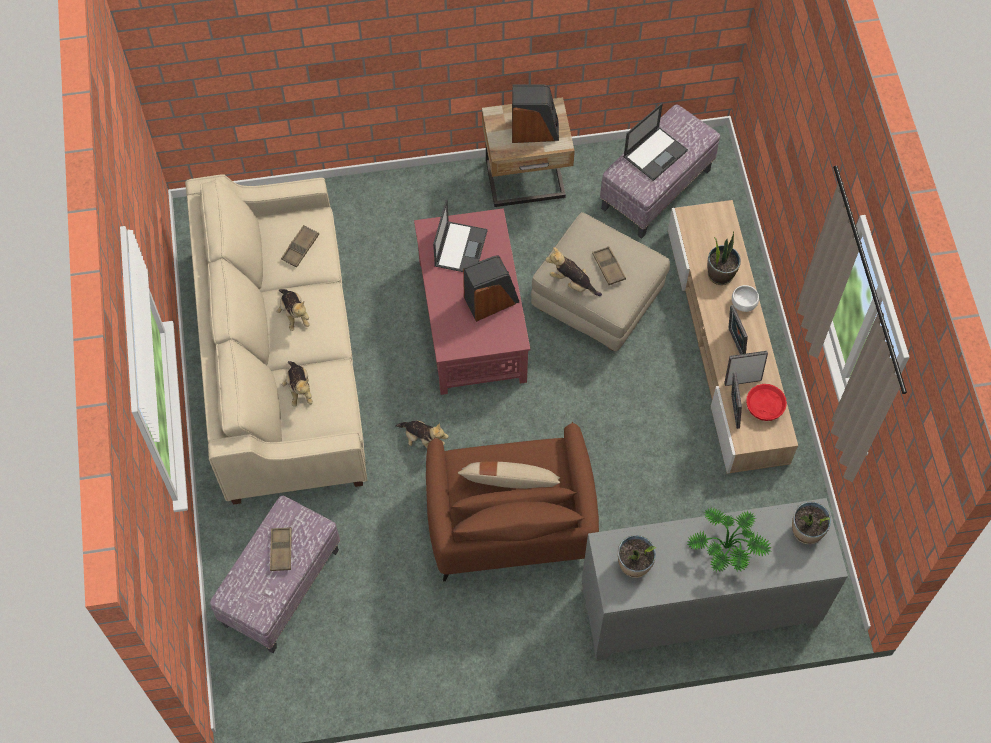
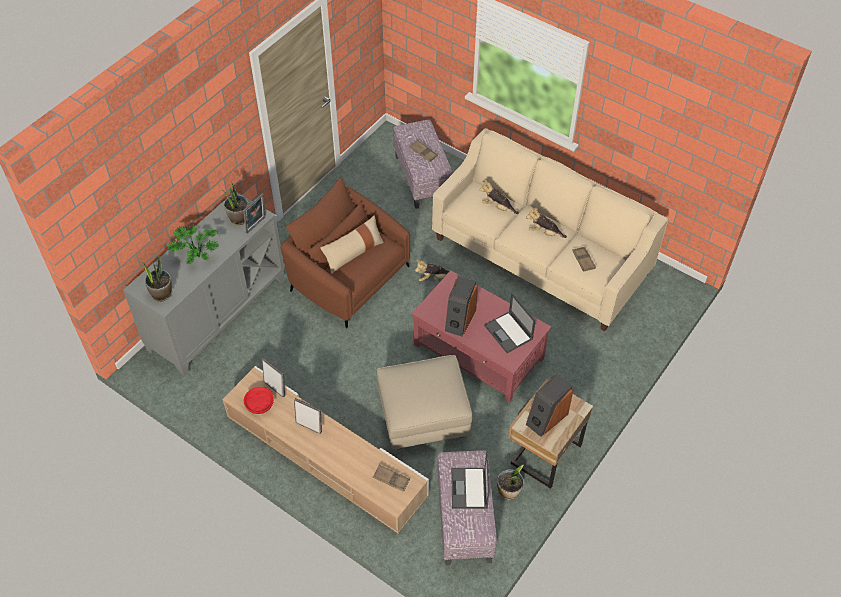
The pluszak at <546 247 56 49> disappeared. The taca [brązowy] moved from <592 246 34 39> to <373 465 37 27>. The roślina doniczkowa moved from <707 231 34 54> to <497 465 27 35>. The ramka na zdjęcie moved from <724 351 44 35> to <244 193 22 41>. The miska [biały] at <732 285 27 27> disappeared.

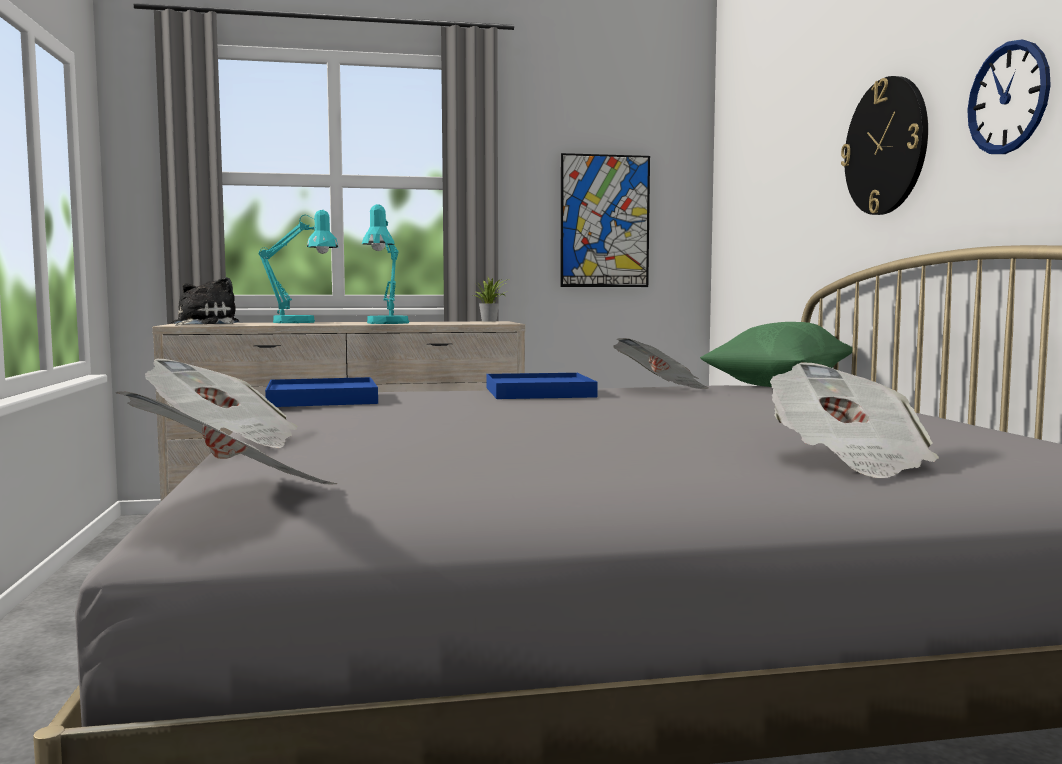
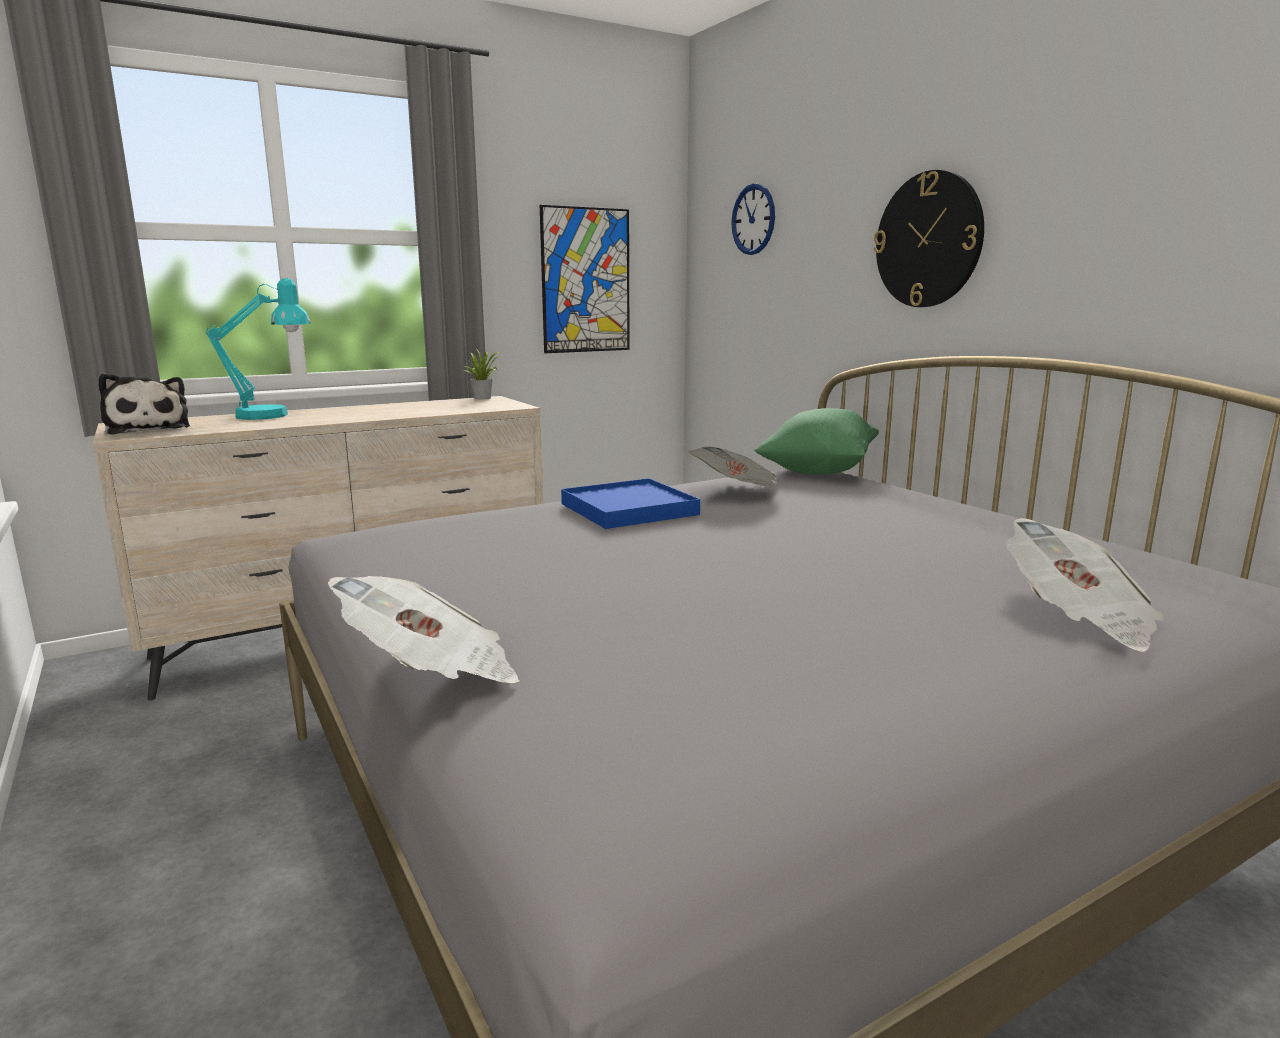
The gazeta at <116 392 222 92> disappeared. The pluszak at <171 277 68 48> turned 150 degrees clockwise. The taca [niebieski] at <265 377 113 30> disappeared. The lampa stołowa [turkusowy] at <362 204 47 120> disappeared. The zegar ścienny moved from <967 40 84 114> to <731 184 44 71>.

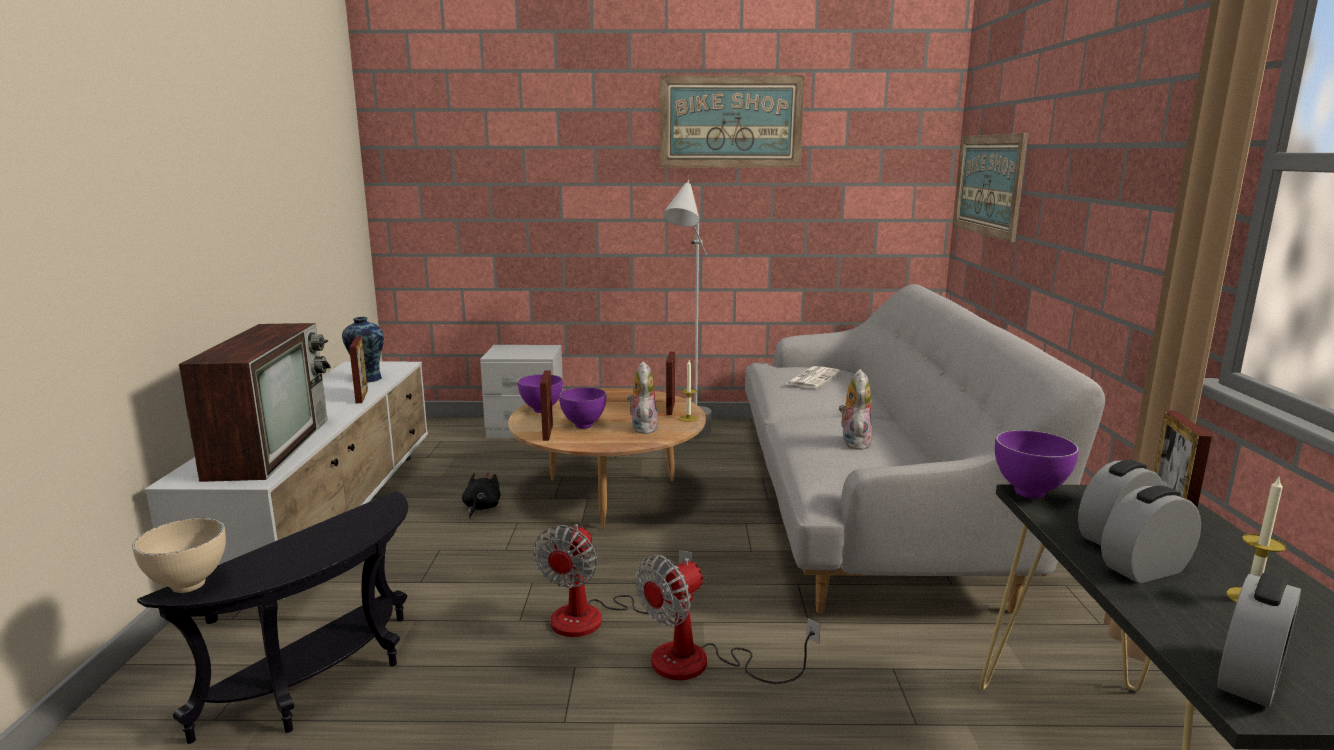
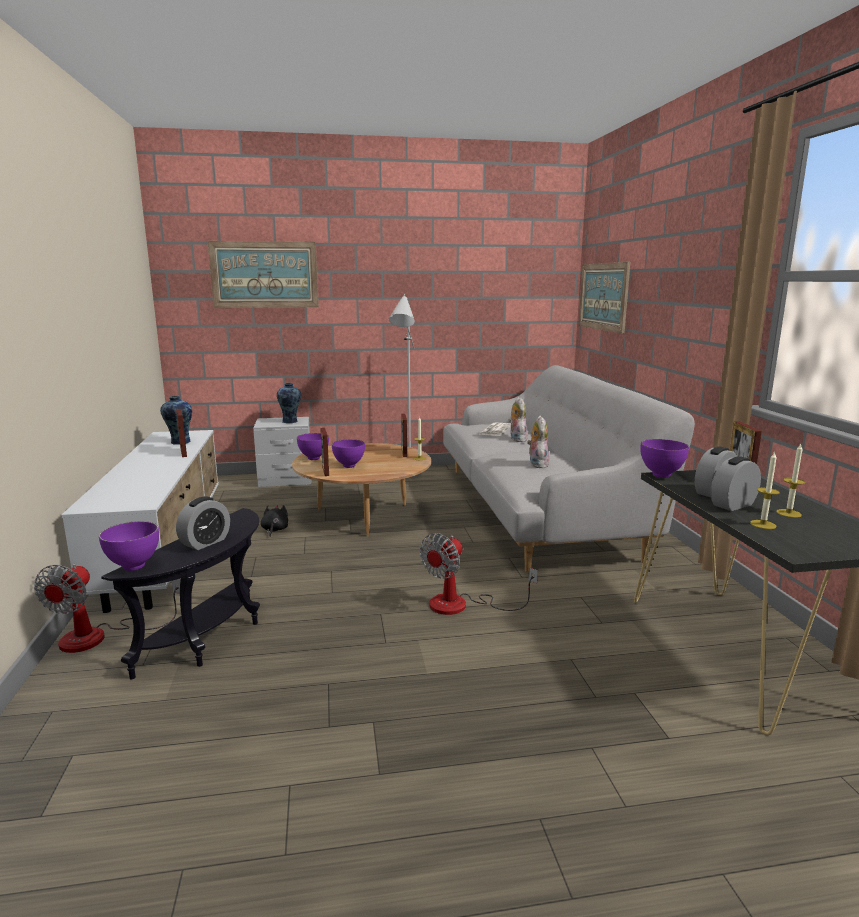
The miska [beżowy] at <132 518 94 75> became the miska [fioletowy] at <99 521 60 50>. The telewizor at <179 323 152 159> disappeared. The wentylator moved from <534 524 158 113> to <34 564 147 89>. The pluszak moved from <627 361 31 73> to <509 397 19 45>. The obraz moved from <660 75 145 93> to <208 241 111 67>. The budzik moved from <1217 573 84 135> to <176 496 54 54>. The wazon at <277 383 24 40> appeared. The świeca at <750 451 30 78> appeared.

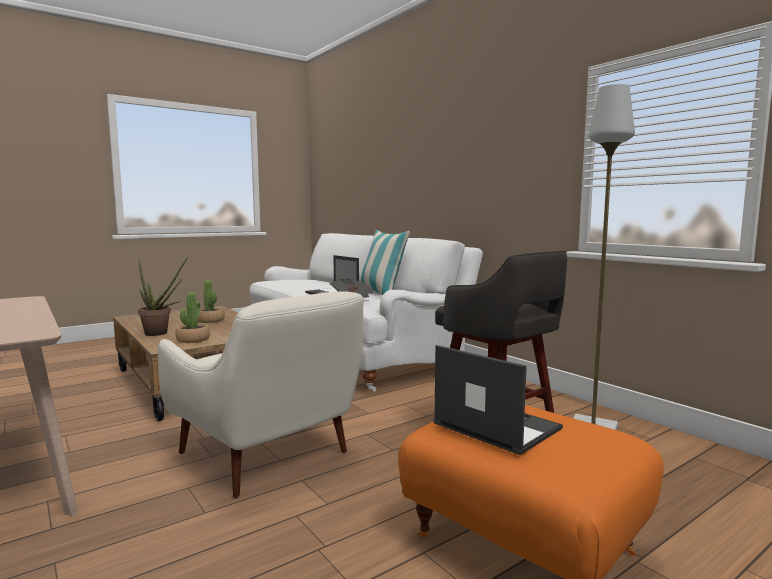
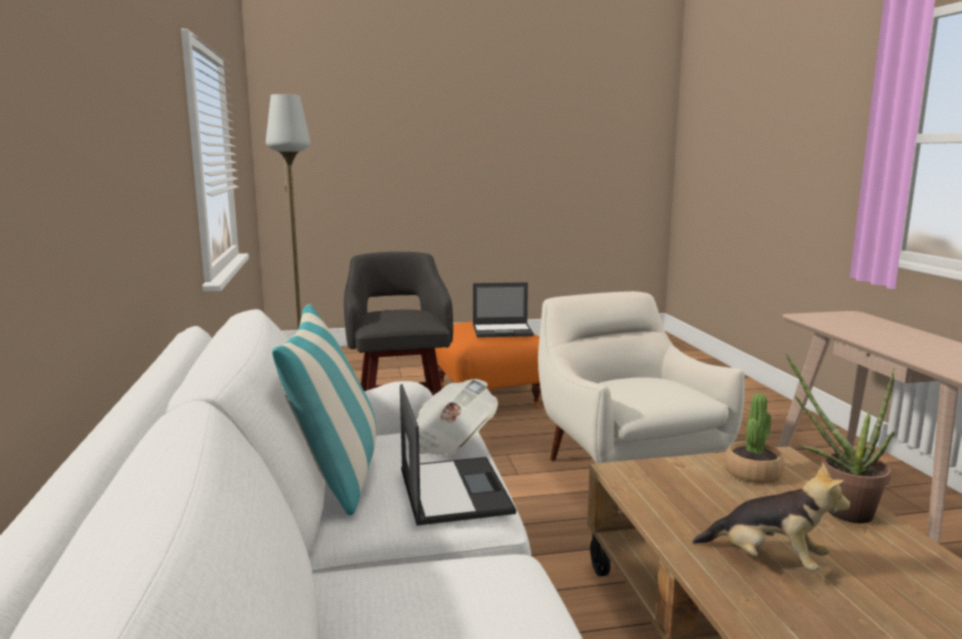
The roślina doniczkowa at <198 280 27 43> was replaced by the pluszak at <693 463 158 108>. The laptop at <434 345 129 110> turned 75 degrees counterclockwise.

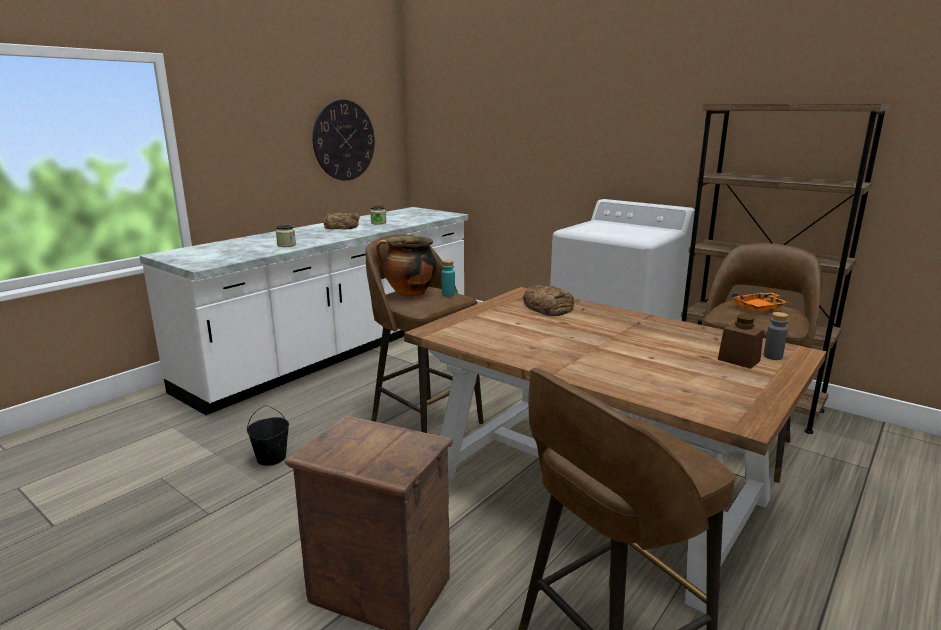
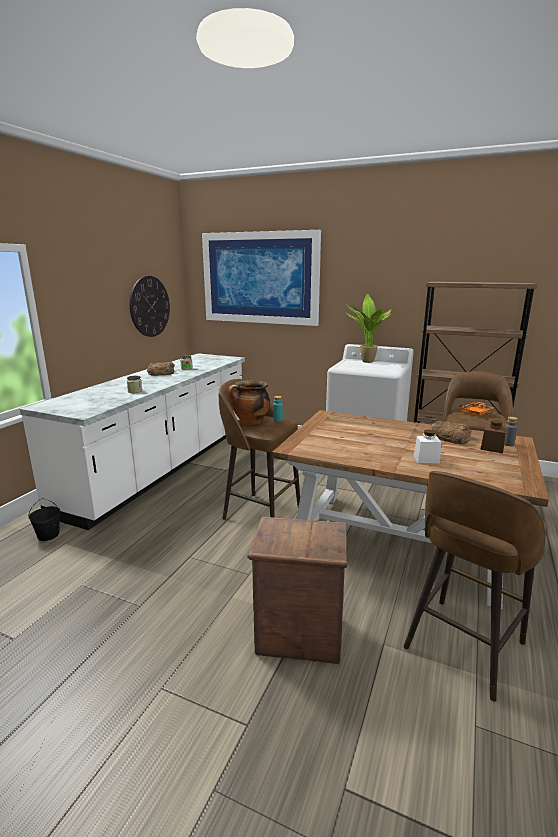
The wiadro [czarny] moved from <247 405 42 61> to <28 498 32 43>. The chleb moved from <523 284 51 32> to <431 421 40 24>. The obraz at <202 230 119 96> appeared. The roślina doniczkowa at <346 294 45 69> appeared. The słoik [biały] at <414 429 27 34> appeared.

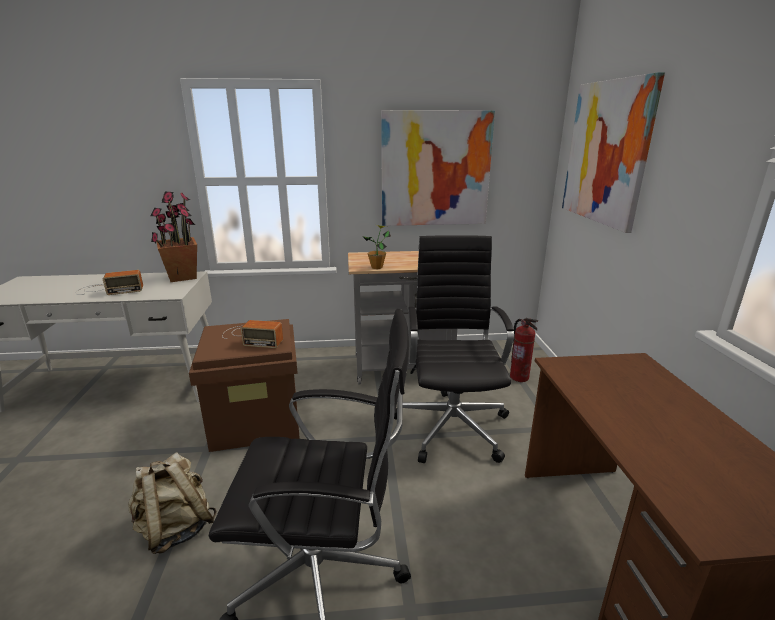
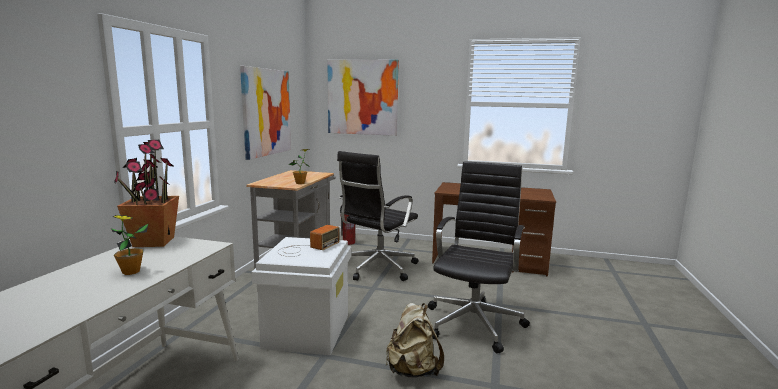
The radio at <76 270 67 25> was replaced by the roślina doniczkowa at <111 215 38 60>. The pojemnik do przechowywania [brązowy] at <189 319 111 133> became the pojemnik do przechowywania [biały] at <251 237 100 118>. The krzesło biurowe [czarny] at <394 235 120 228> turned 75 degrees counterclockwise.

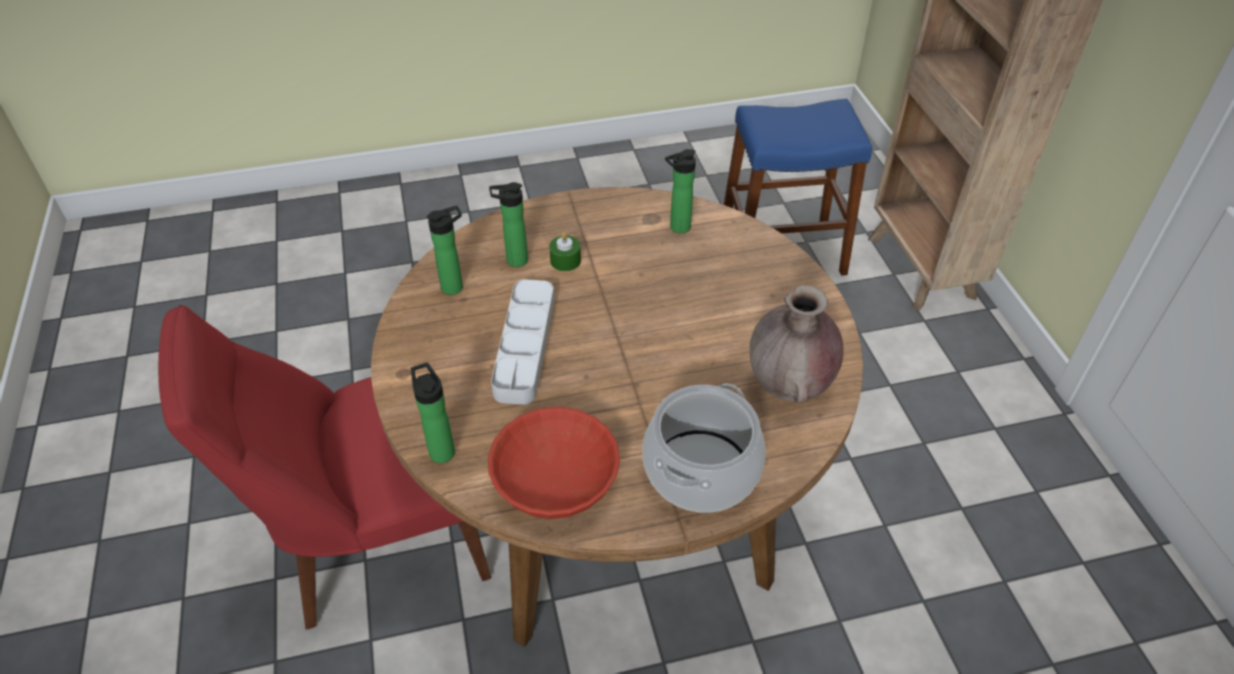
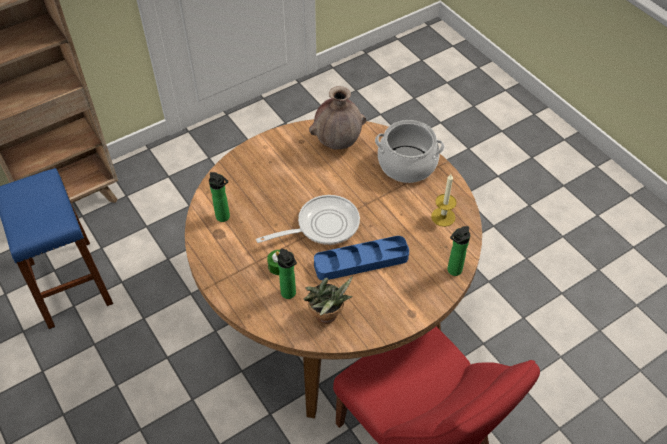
The butelka at <427 206 36 89> was replaced by the roślina doniczkowa at <304 276 49 48>. The miska [czerwony] at <488 407 132 112> was replaced by the świeca at <431 174 26 53>. The taca [szary] at <491 279 63 126> became the taca [niebieski] at <314 236 95 44>. The patelnia at <256 195 104 50> appeared.

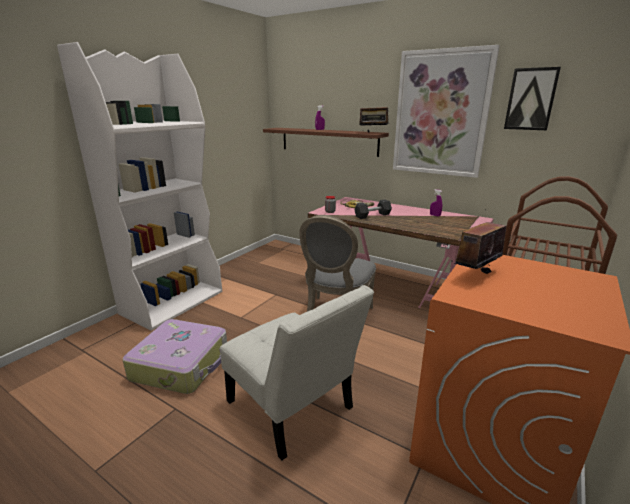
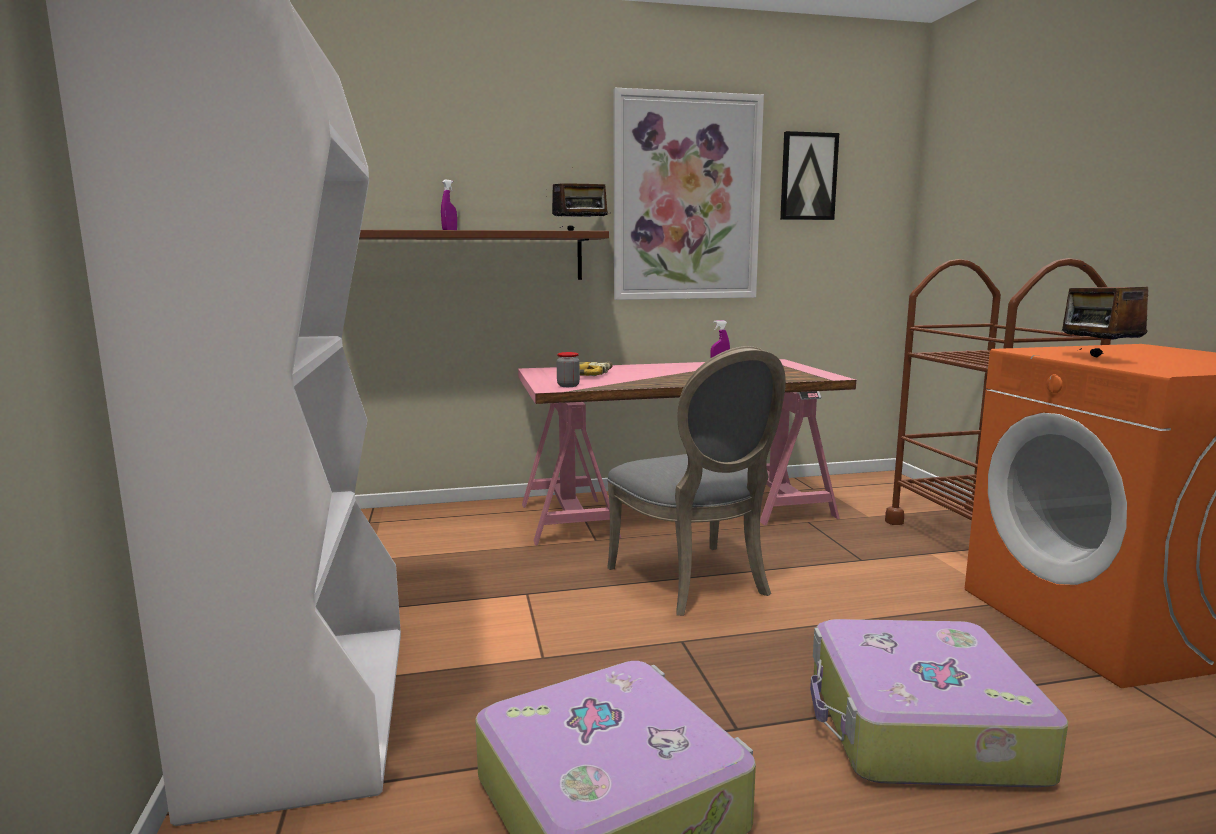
The krzesło [biały] at <220 285 154 175> was replaced by the walizka at <810 619 258 169>. The hantel [szary] at <354 199 38 20> disappeared.

